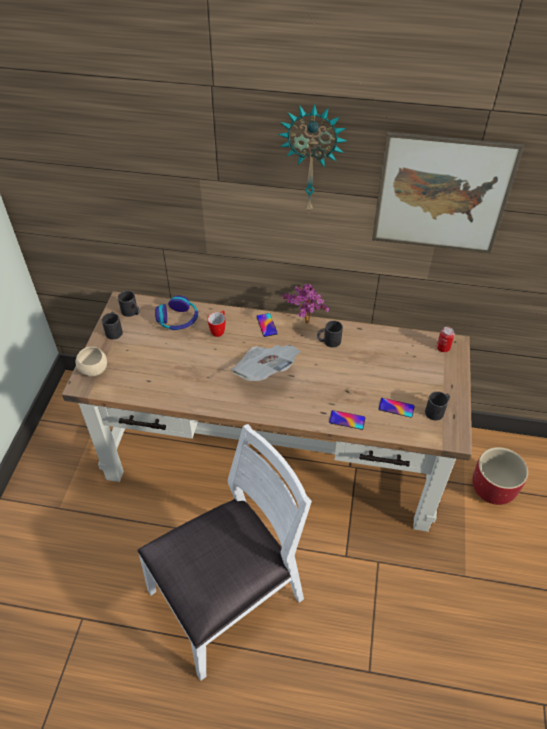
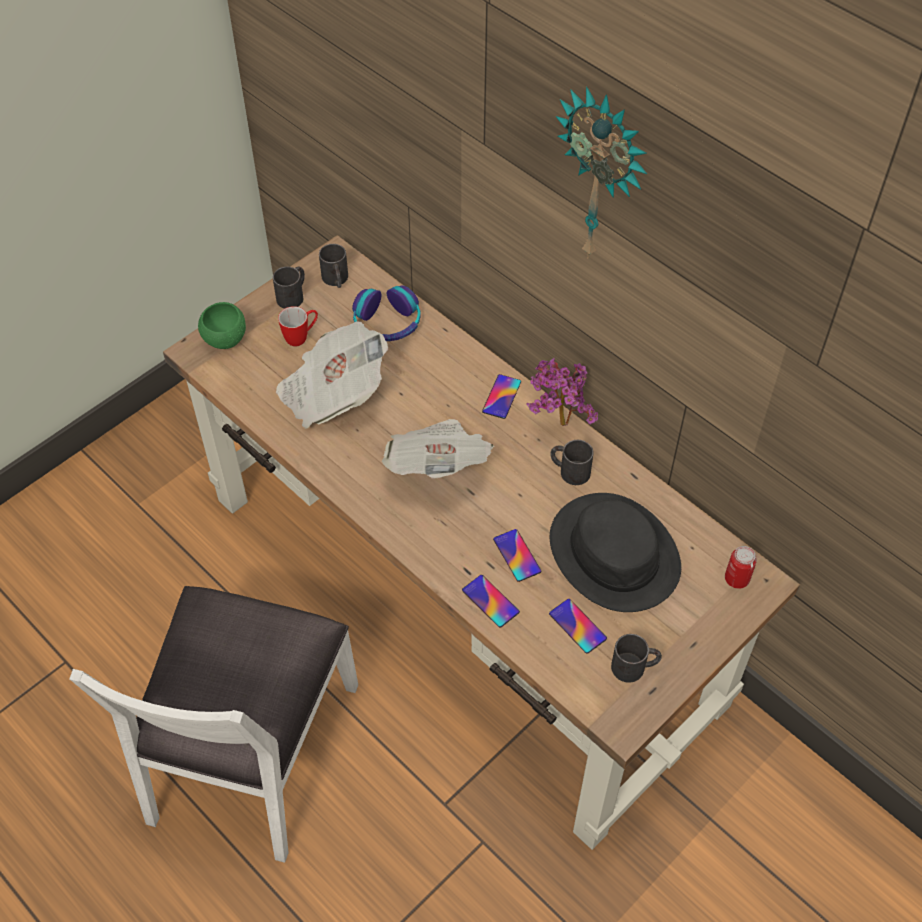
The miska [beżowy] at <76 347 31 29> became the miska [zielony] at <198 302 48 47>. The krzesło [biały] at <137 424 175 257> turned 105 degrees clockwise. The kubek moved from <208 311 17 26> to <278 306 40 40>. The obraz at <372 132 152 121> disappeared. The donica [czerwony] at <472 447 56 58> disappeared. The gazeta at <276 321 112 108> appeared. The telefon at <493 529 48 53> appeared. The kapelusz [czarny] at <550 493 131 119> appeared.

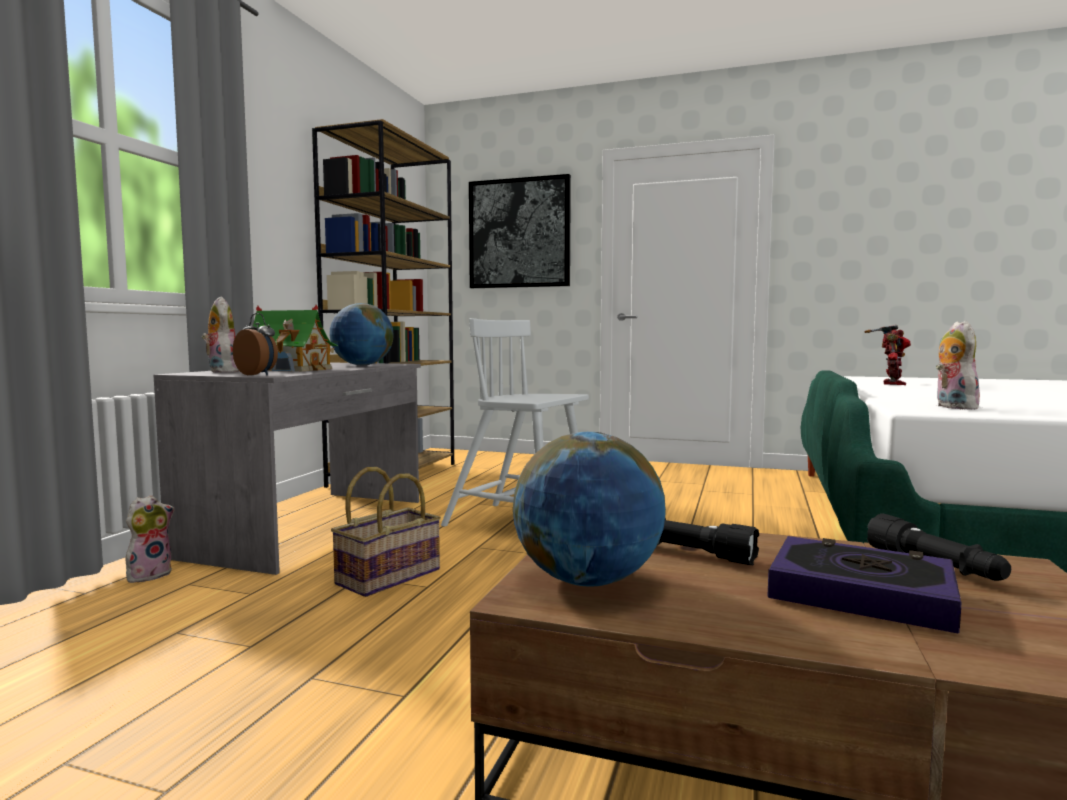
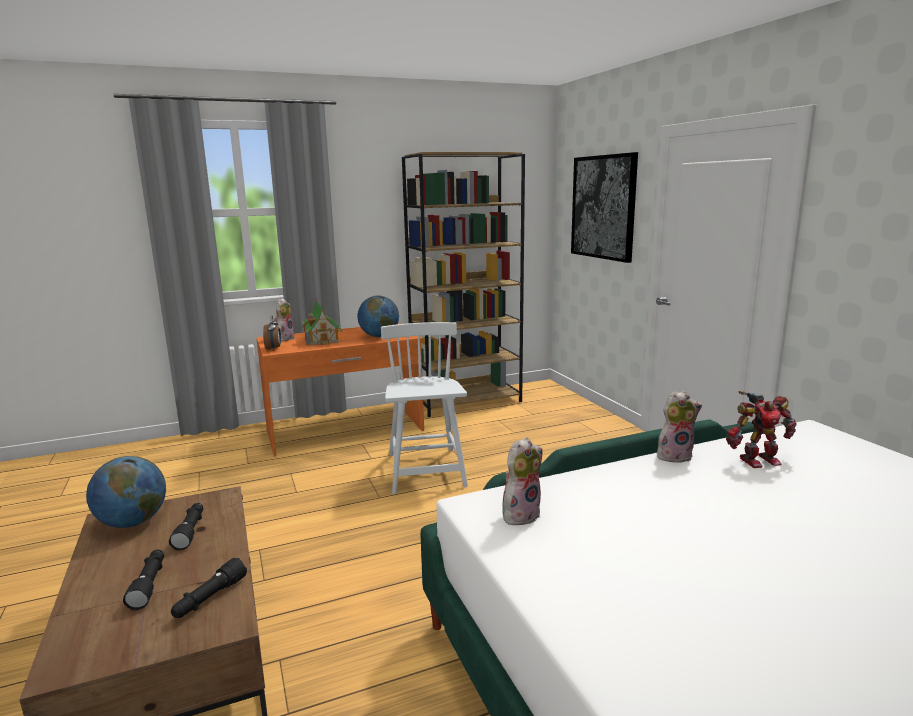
The pluszak moved from <126 495 49 88> to <657 391 45 72>. The biurko [szary] at <153 362 268 213> became the biurko [pomarańczowy] at <257 323 167 134>. The koszyk at <331 467 110 130> disappeared. The książka at <768 536 193 97> was replaced by the latarka [czarny] at <123 550 41 60>.

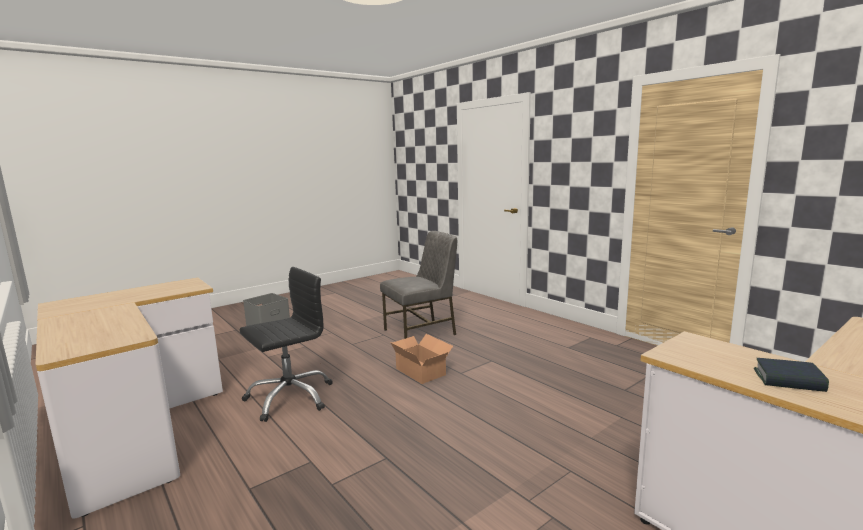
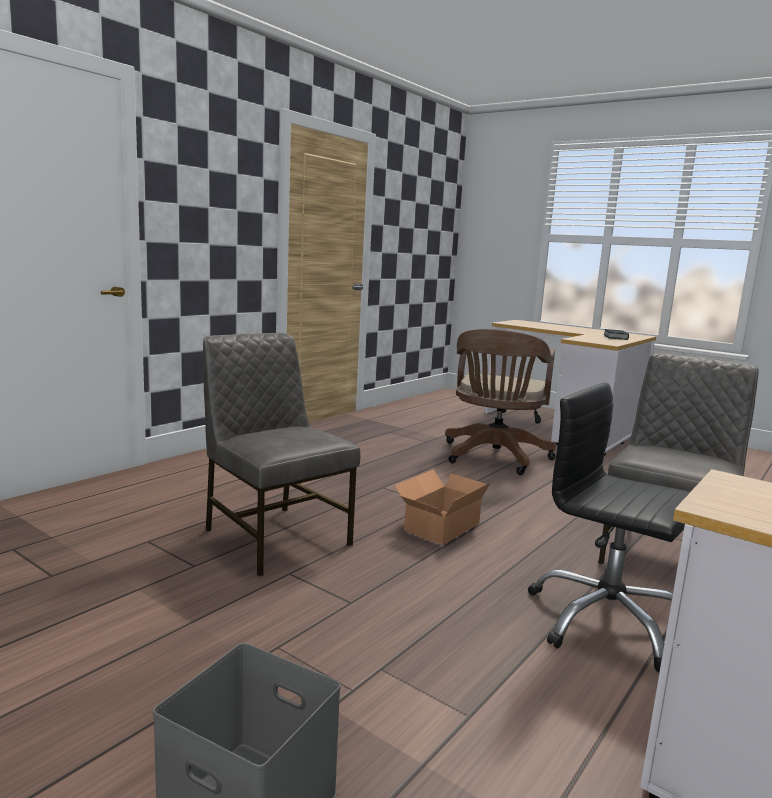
The krzesło biurowe [brązowy] at <445 329 111 146> appeared. The krzesło [szary] at <598 353 161 211> appeared.

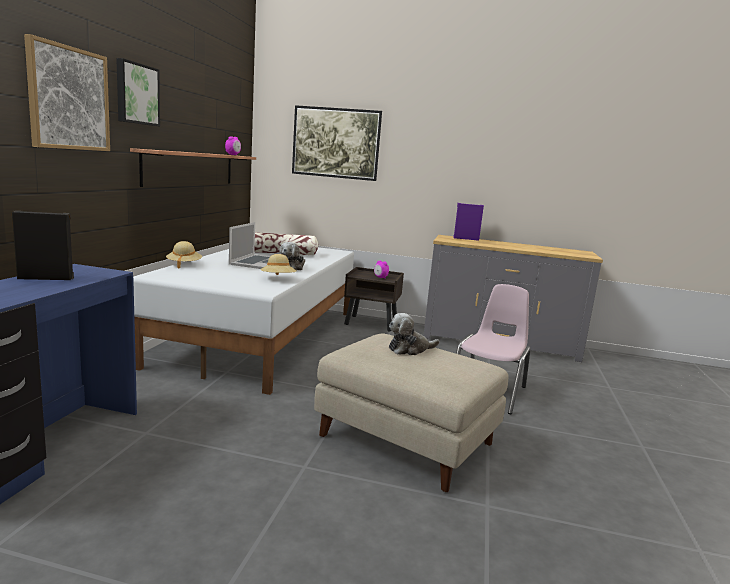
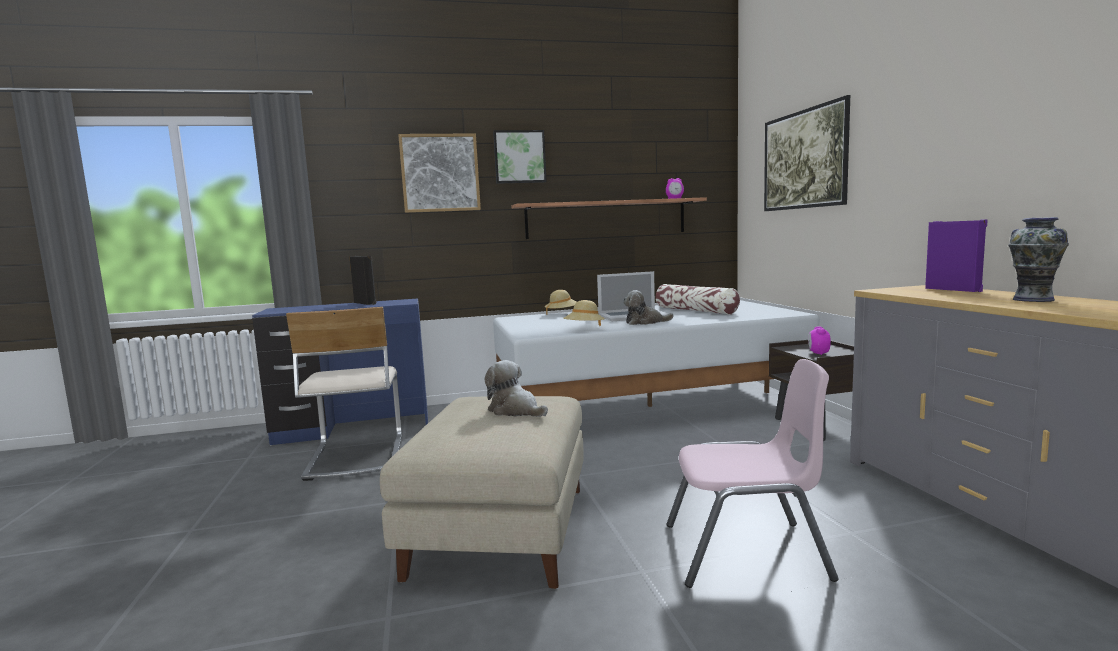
The krzesło [beżowy] at <286 307 116 174> appeared. The wazon at <1008 217 61 85> appeared.

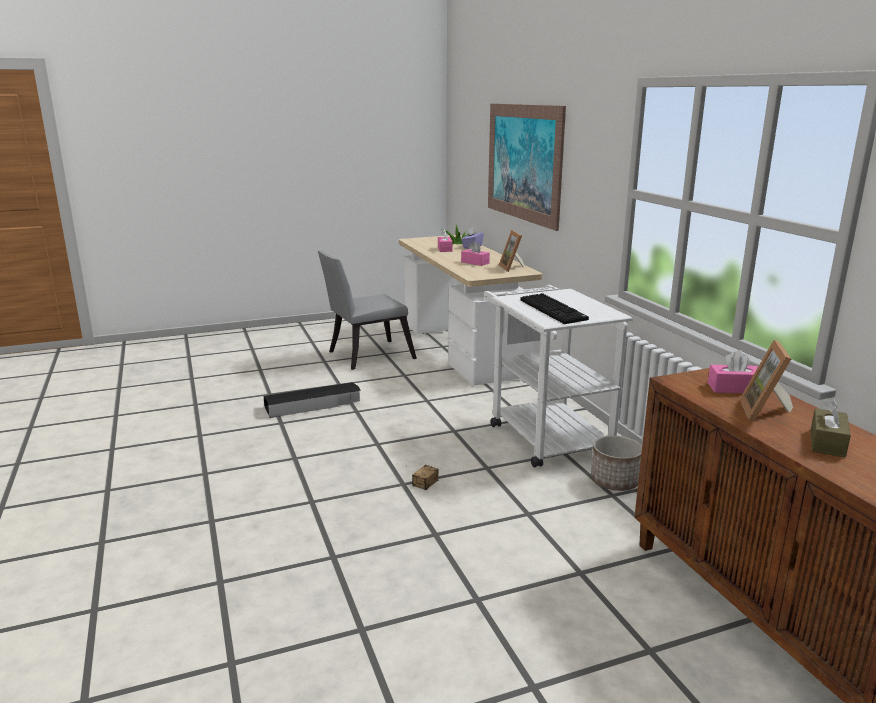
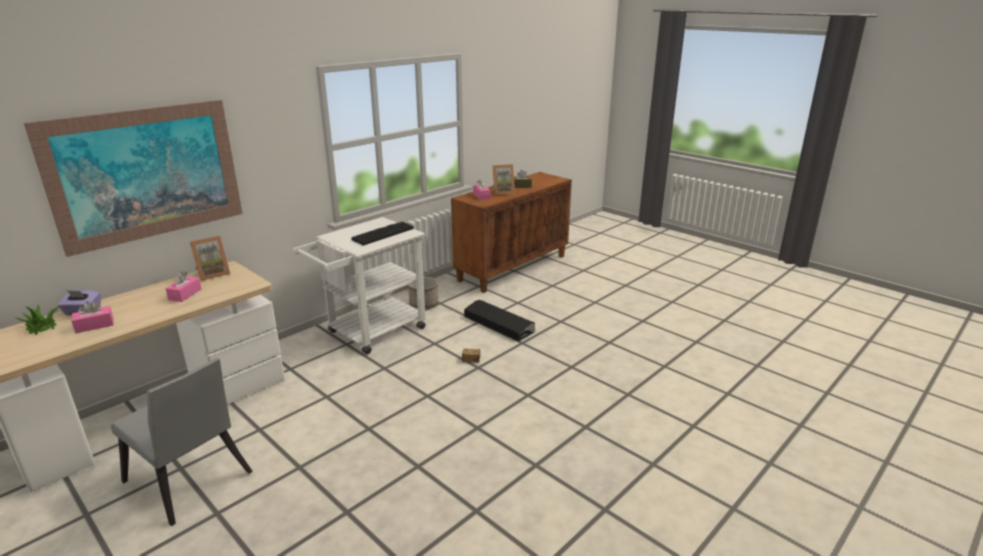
The pojemnik do przechowywania [czarny] moved from <264 382 97 36> to <464 300 71 41>.

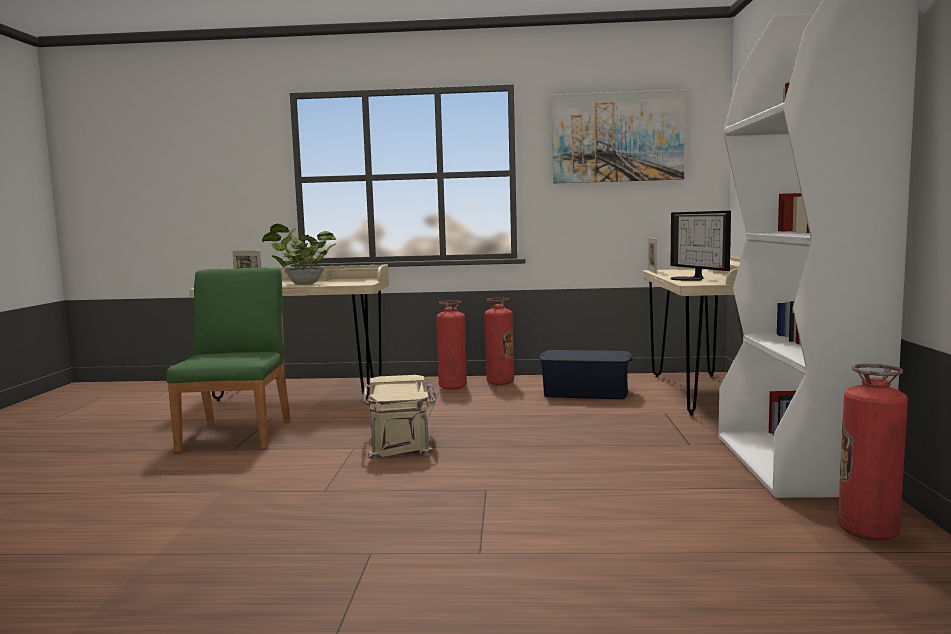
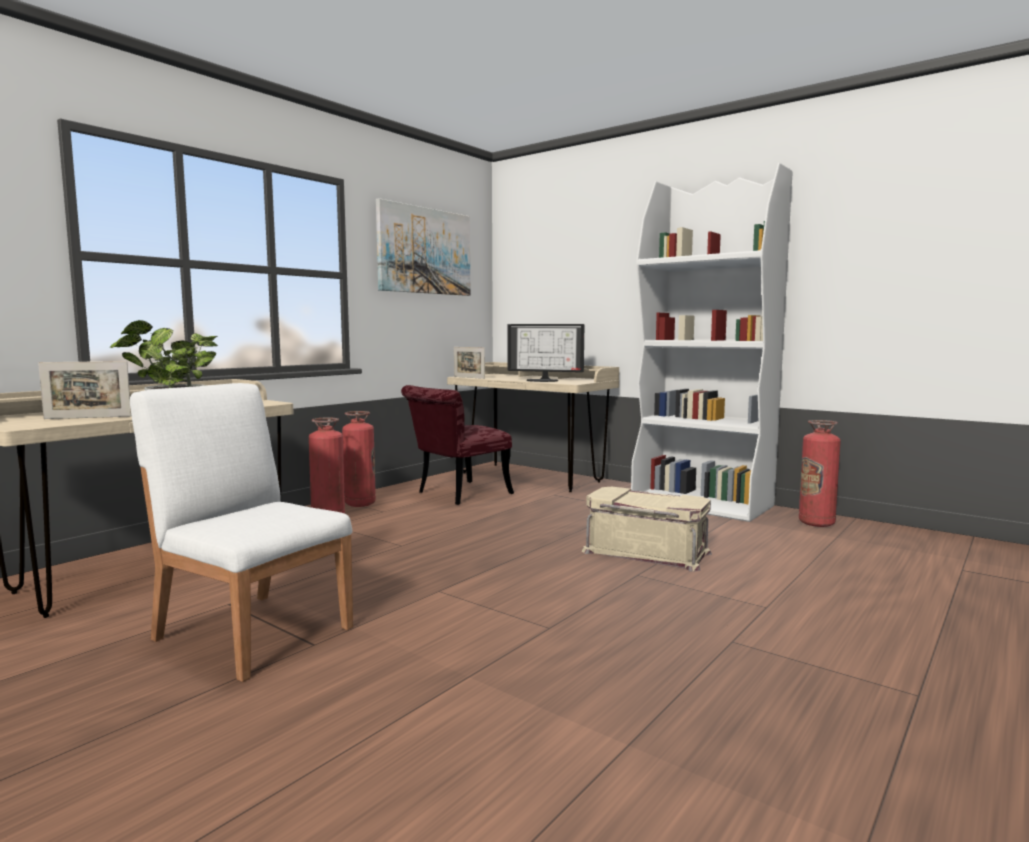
The krzesło [zielony] at <166 267 124 185> became the krzesło [biały] at <130 383 223 299>. The pojemnik do przechowywania [beżowy] moved from <363 375 73 84> to <582 487 130 85>. The pojemnik do przechowywania [niebieski] at <539 350 93 49> was replaced by the krzesło [czerwony] at <401 385 113 120>.

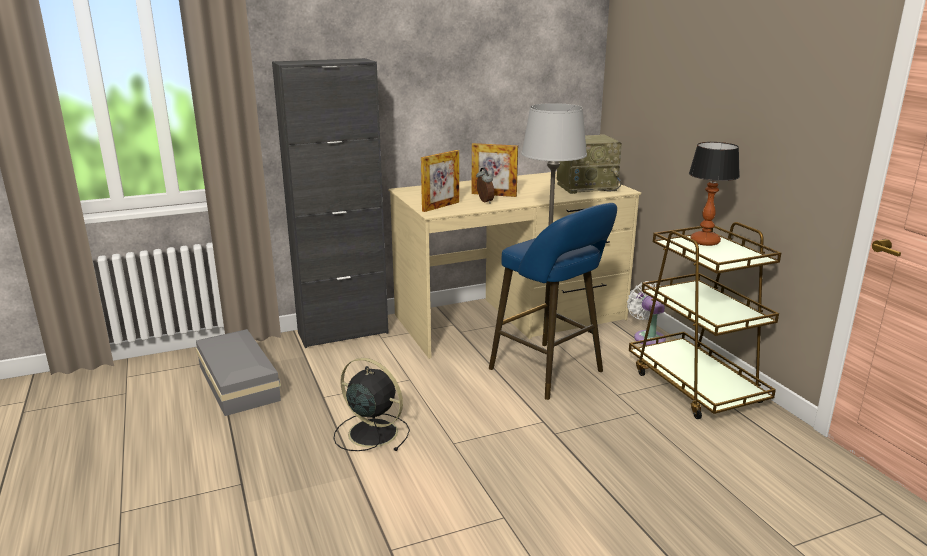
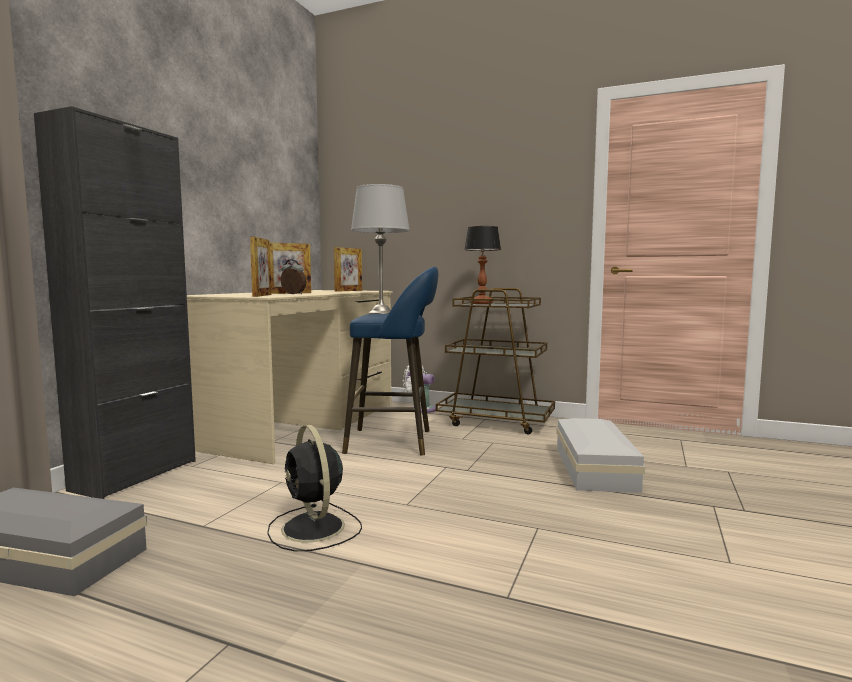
The wentylator [czarny] at <334 358 76 93> turned 105 degrees counterclockwise. The radio at <557 134 65 60> was replaced by the ramka na zdjęcie at <334 247 28 45>. The pojemnik do przechowywania [biały] at <556 418 89 75> appeared.

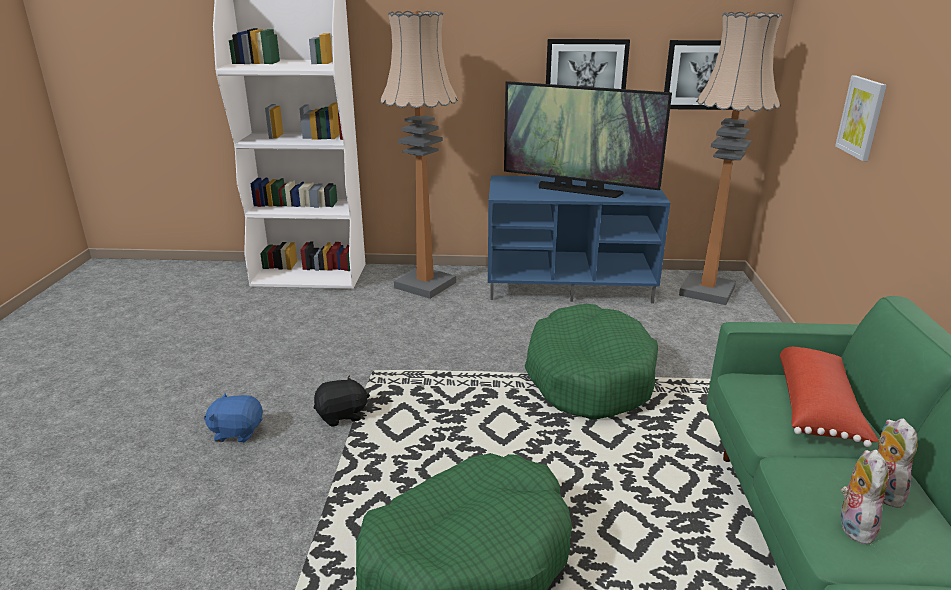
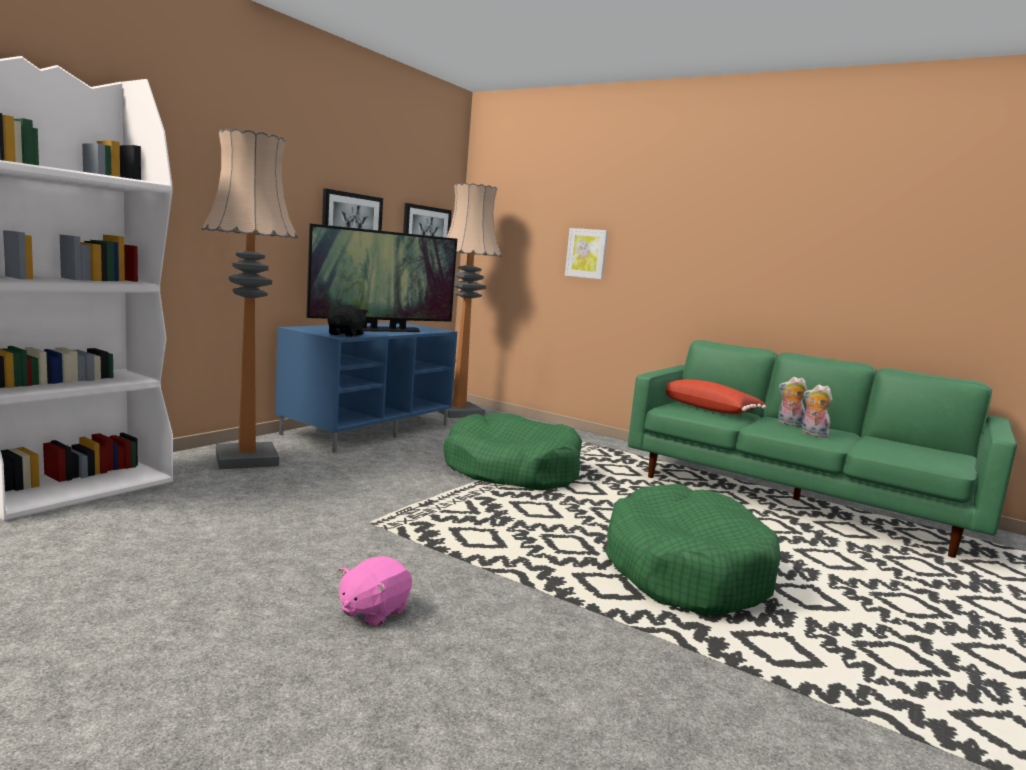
The pluszak [niebieski] at <204 393 59 49> became the pluszak [różowy] at <339 556 73 71>. The pluszak [czarny] moved from <314 376 56 51> to <328 305 40 32>.

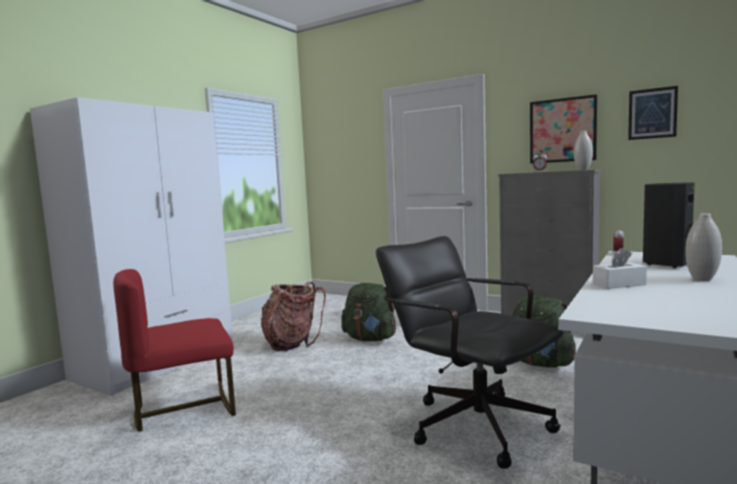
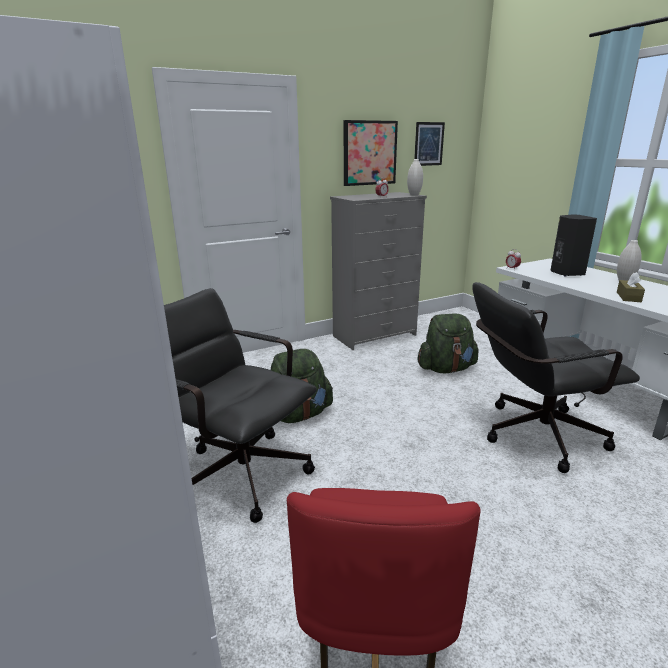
The plecak at <261 282 65 69> was replaced by the krzesło biurowe [czarny] at <164 288 153 235>. The pudełko chusteczek [biały] at <593 248 54 41> became the pudełko chusteczek [brązowy] at <617 272 28 30>.

